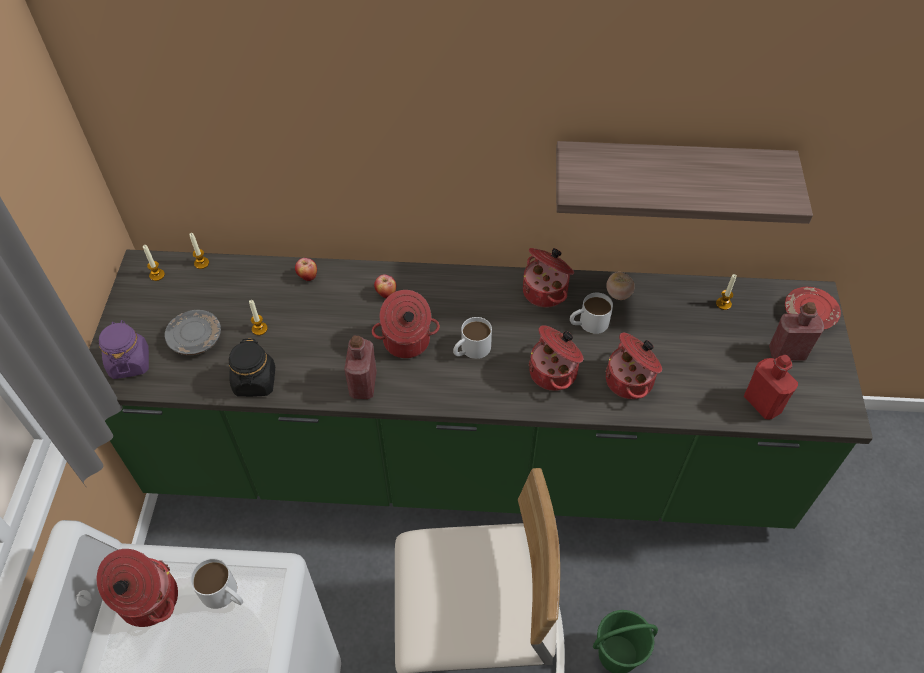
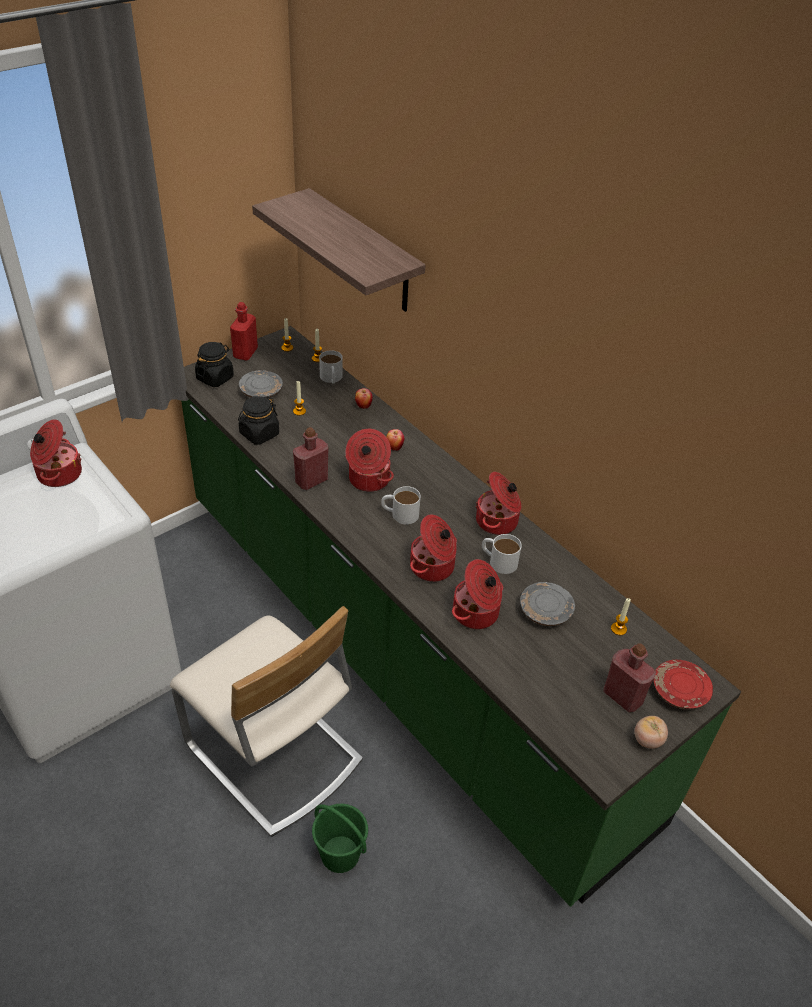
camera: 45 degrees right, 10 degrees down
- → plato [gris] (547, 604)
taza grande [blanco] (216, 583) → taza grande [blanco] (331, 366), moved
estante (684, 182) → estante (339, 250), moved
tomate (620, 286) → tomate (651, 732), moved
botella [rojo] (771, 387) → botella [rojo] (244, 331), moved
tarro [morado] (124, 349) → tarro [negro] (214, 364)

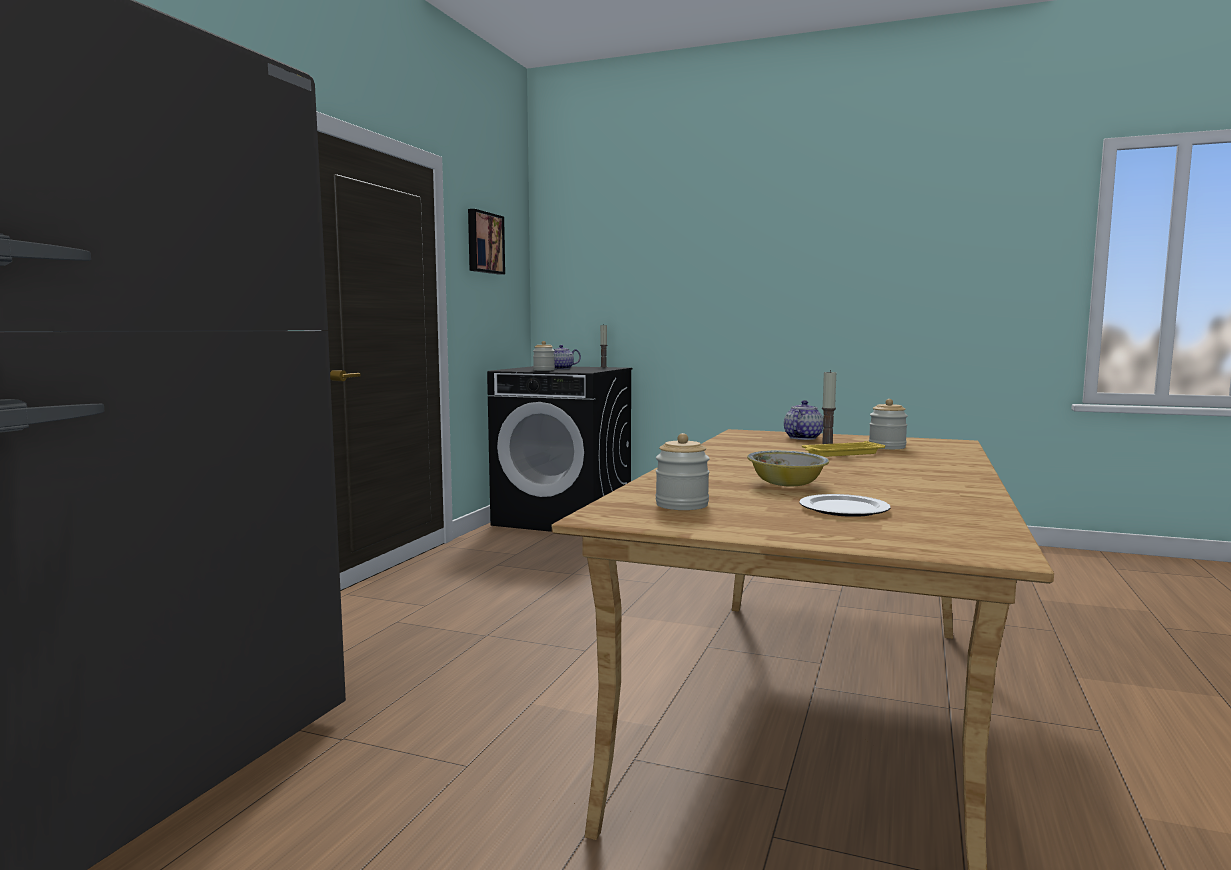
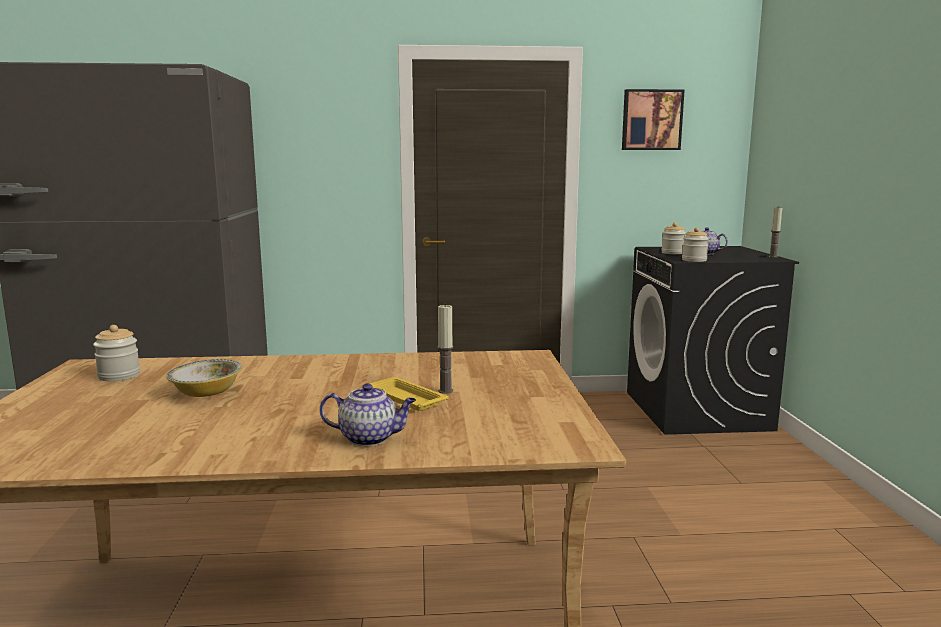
camera: 65 degrees right, 5 degrees up
plato (845, 505) → -
tetera (803, 420) → tetera (368, 414), moved
tarro (888, 424) → tarro (695, 244), moved

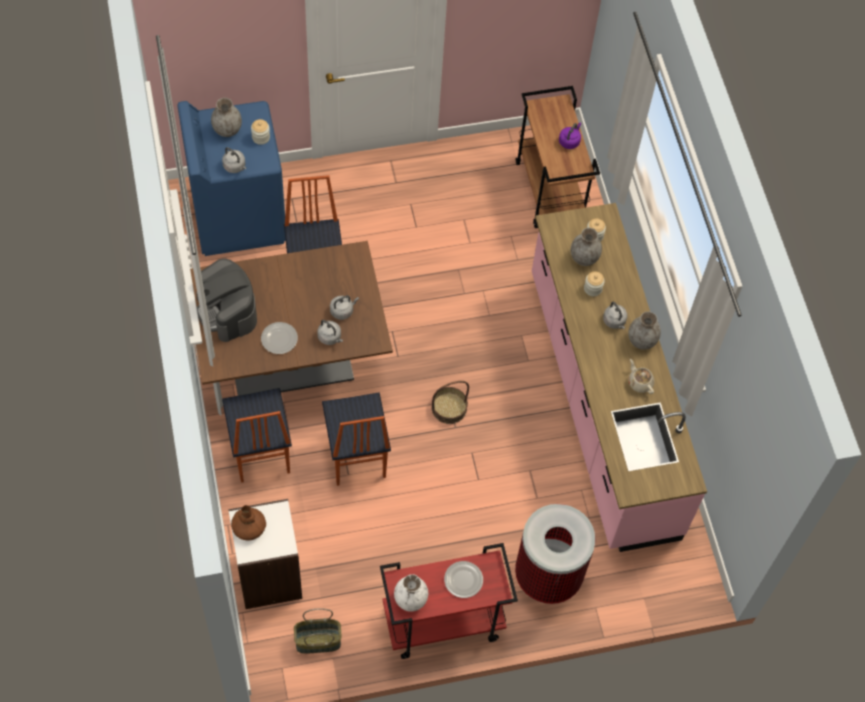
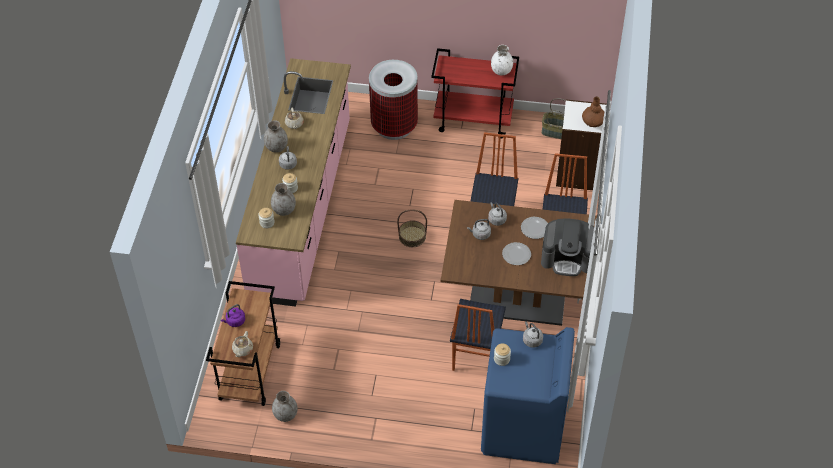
camera: 155 degrees left, 10 degrees down
- → tetera [beis] (242, 344)
florero [gris] (226, 117) → florero [gris] (285, 406), moved
plato (463, 579) → plato (516, 253), moved
cafetera (226, 300) → cafetera (567, 247), 105 degrees clockwise

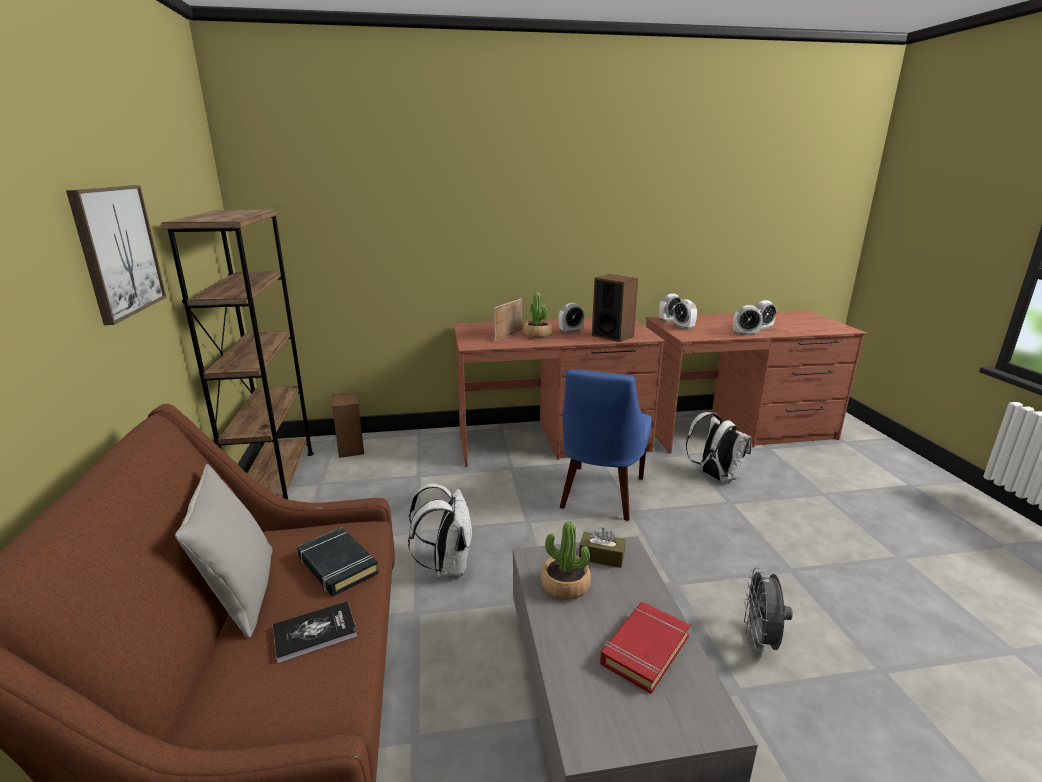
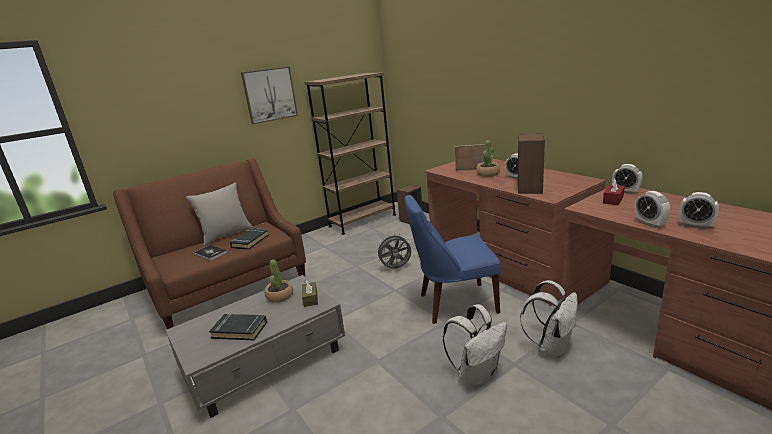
camera: 65 degrees right, 0 degrees up
mochila [blanco] (440, 531) → mochila [blanco] (475, 345), moved
ventilador [gris] (768, 609) → ventilador [gris] (393, 250), moved
despertador (685, 314) → caja de pañuelos [rojo] (614, 191)
libro [rojo] (645, 648) → libro [negro] (238, 326)

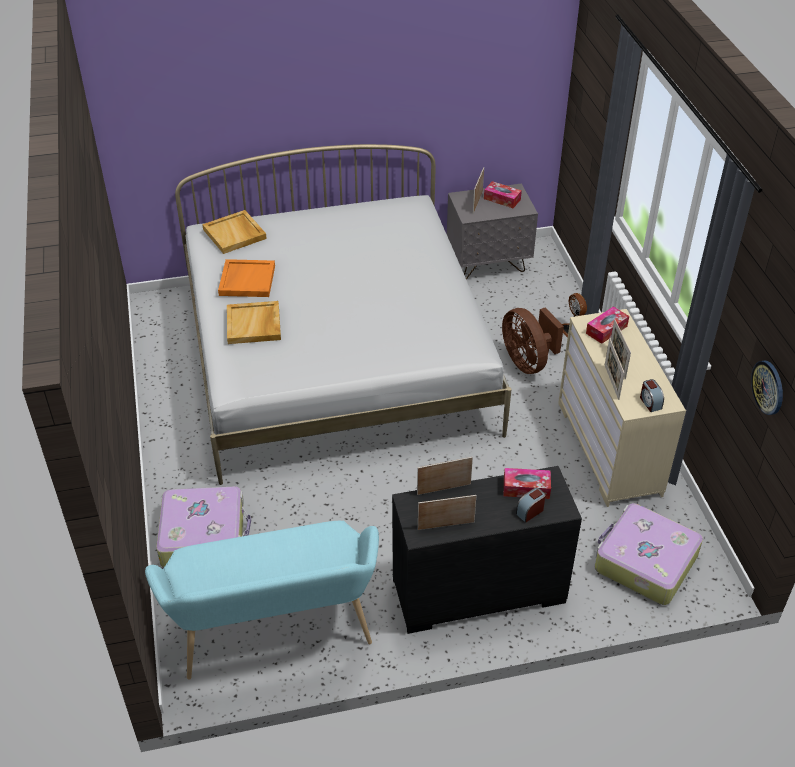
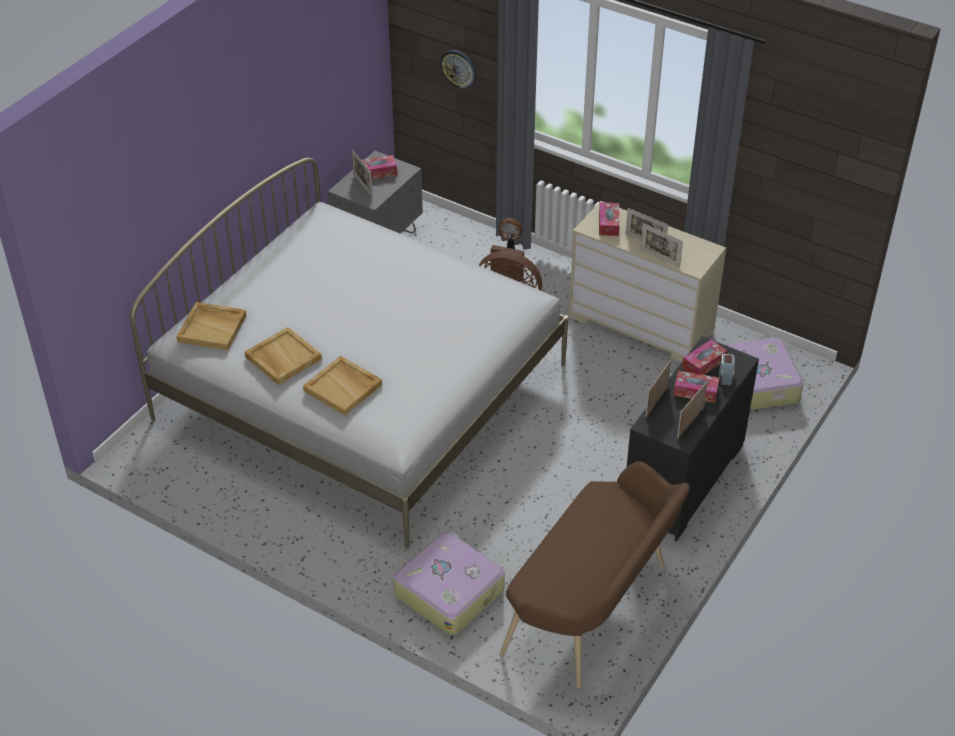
camera: 45 degrees left, 0 degrees up
despertador (652, 395) → -
- → caja de pañuelos (696, 387)
reloj de pared (767, 388) → reloj de pared (458, 69), moved
banco [turquesa] (262, 600) → banco [marrón] (595, 574)
bandeja [naranja] (246, 278) → bandeja [beis] (283, 356)

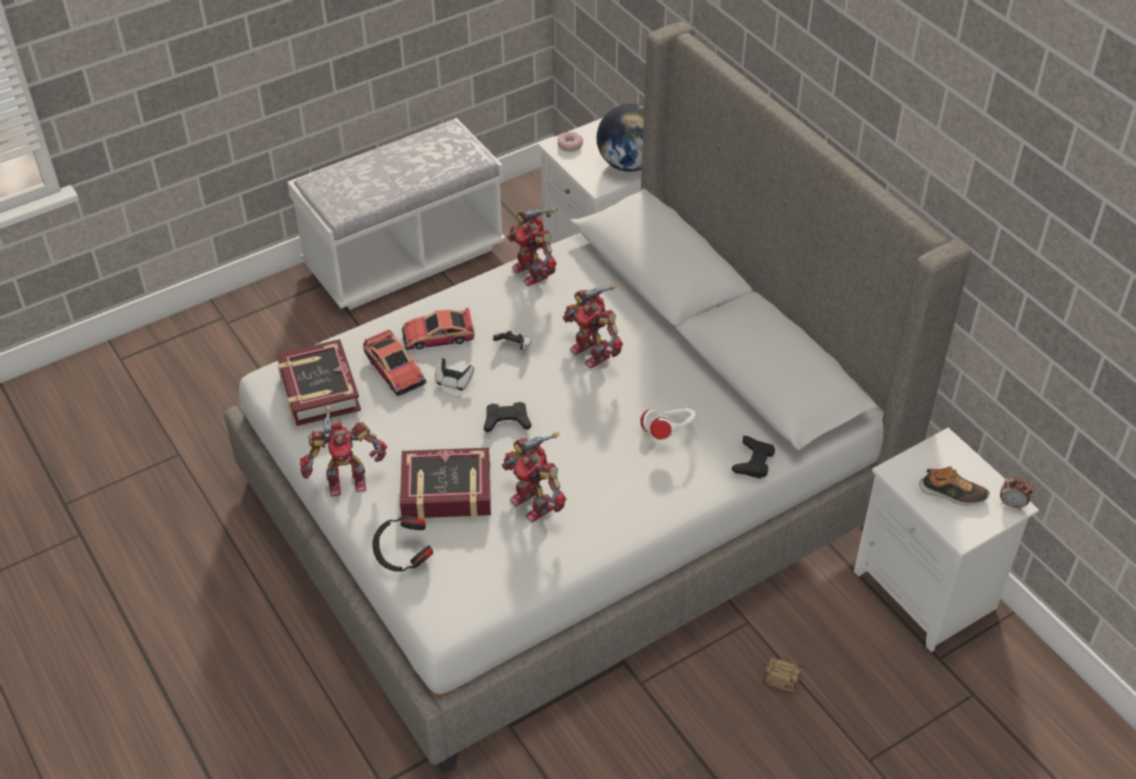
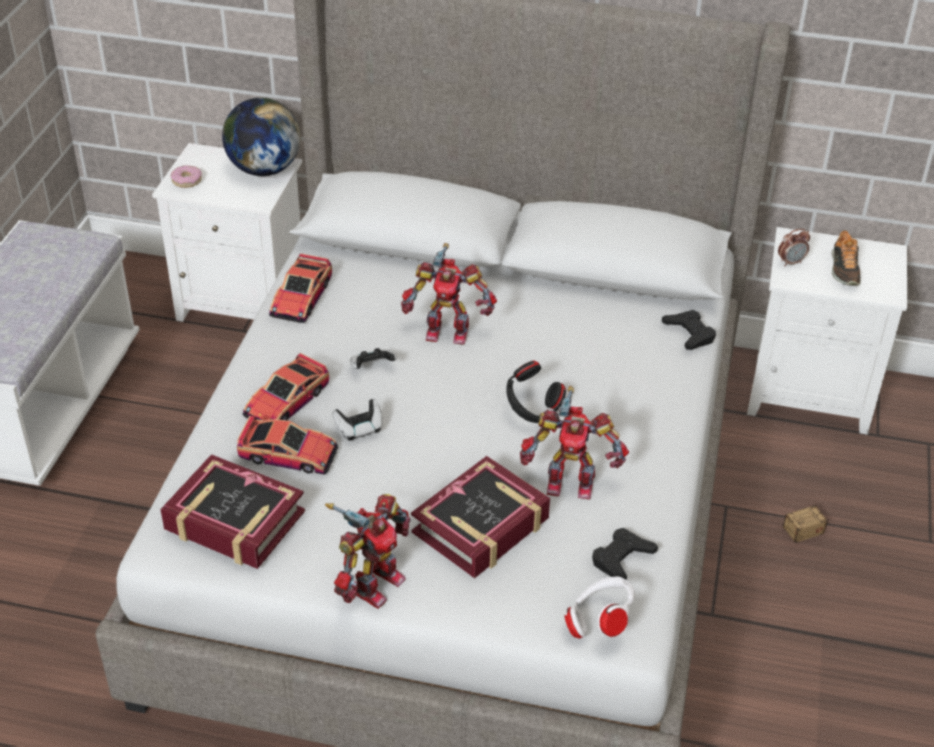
camera: 45 degrees left, 5 degrees down
auriculares [negro] (402, 544) → auriculares [negro] (536, 391), moved
mando de consola [negro] (507, 417) → mando de consola [negro] (625, 554), moved
auriculares [blanco] (668, 424) → auriculares [blanco] (599, 607), moved
despertador (1017, 493) → despertador (794, 248), moved
robot de juguete (532, 247) → coche de juguete (300, 288)
zapato (954, 486) → zapato (846, 258), 120 degrees clockwise

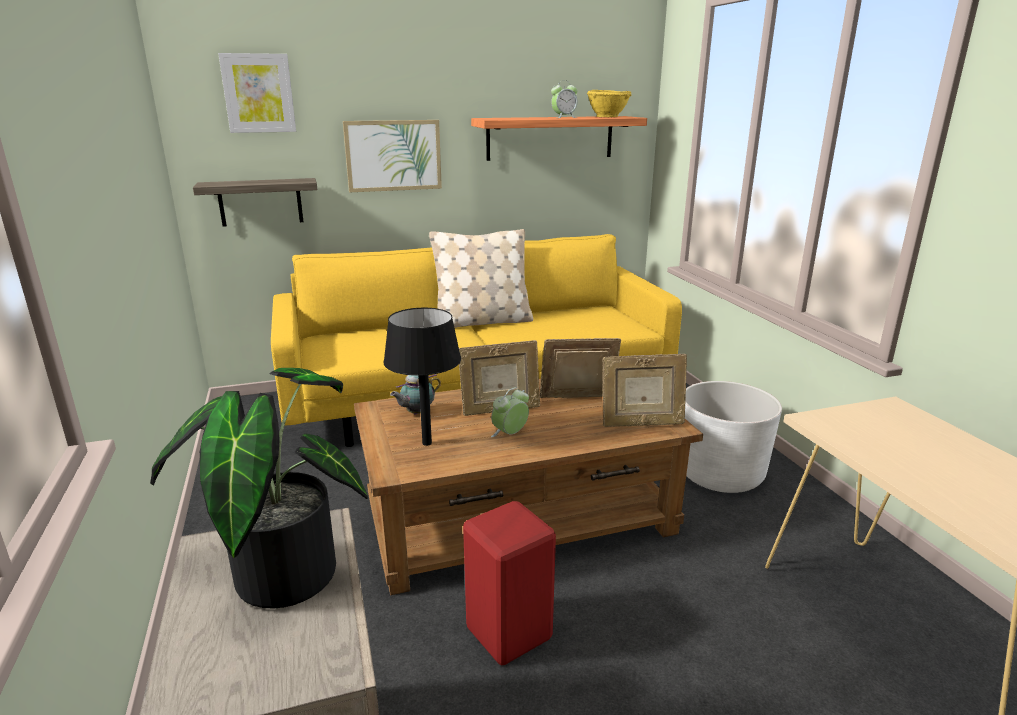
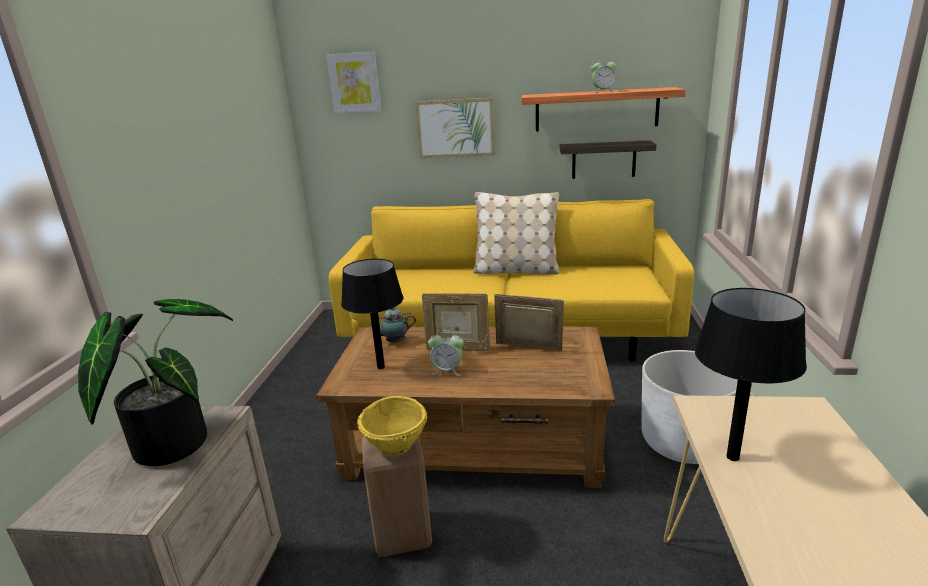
camera: 25 degrees right, 0 degrees up
portarretratos (645, 390) → -
- → lámpara de mesa [negro] (751, 374)
estante (255, 202) → estante (608, 159), moved
cuenco [amarillo] (609, 103) → cuenco [amarillo] (392, 426), moved
taburete [rojo] (509, 583) → taburete [beis] (397, 496)
despertador (510, 412) → despertador (446, 353), 150 degrees counterclockwise

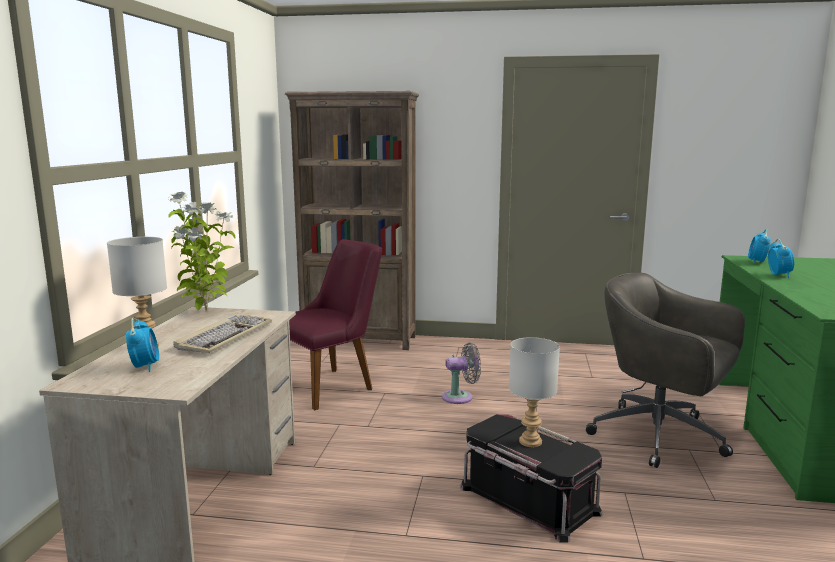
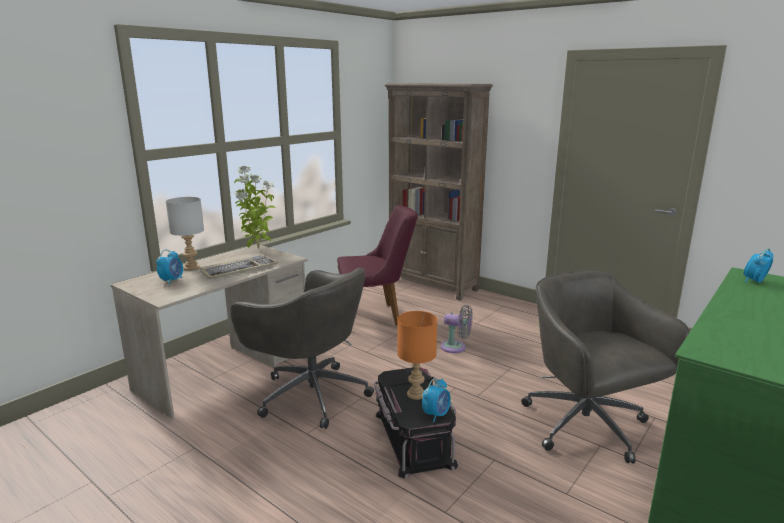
camera: 30 degrees right, 5 degrees up
- → silla de oficina [gris] (302, 348)
despertador (781, 258) → despertador (436, 400), moved
lámpara de mesa [gris] (534, 392) → lámpara de mesa [naranja] (417, 355)

